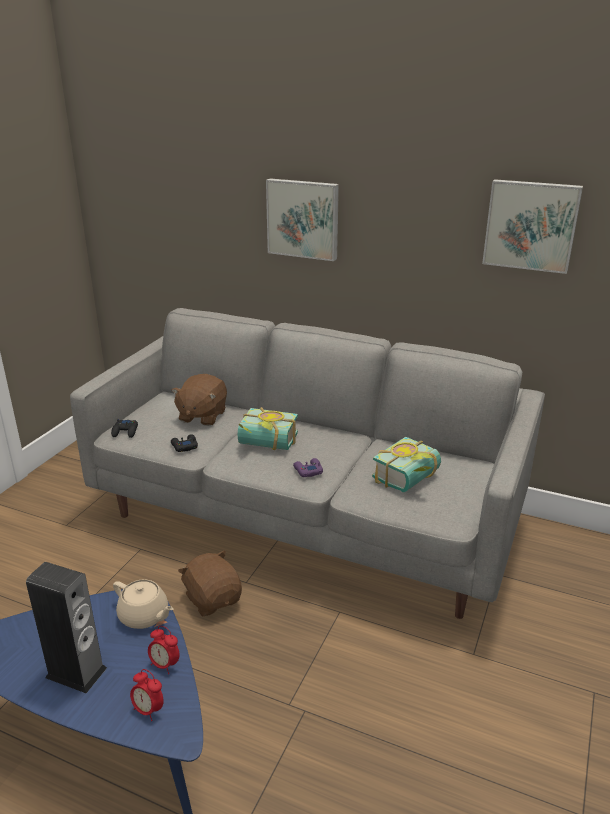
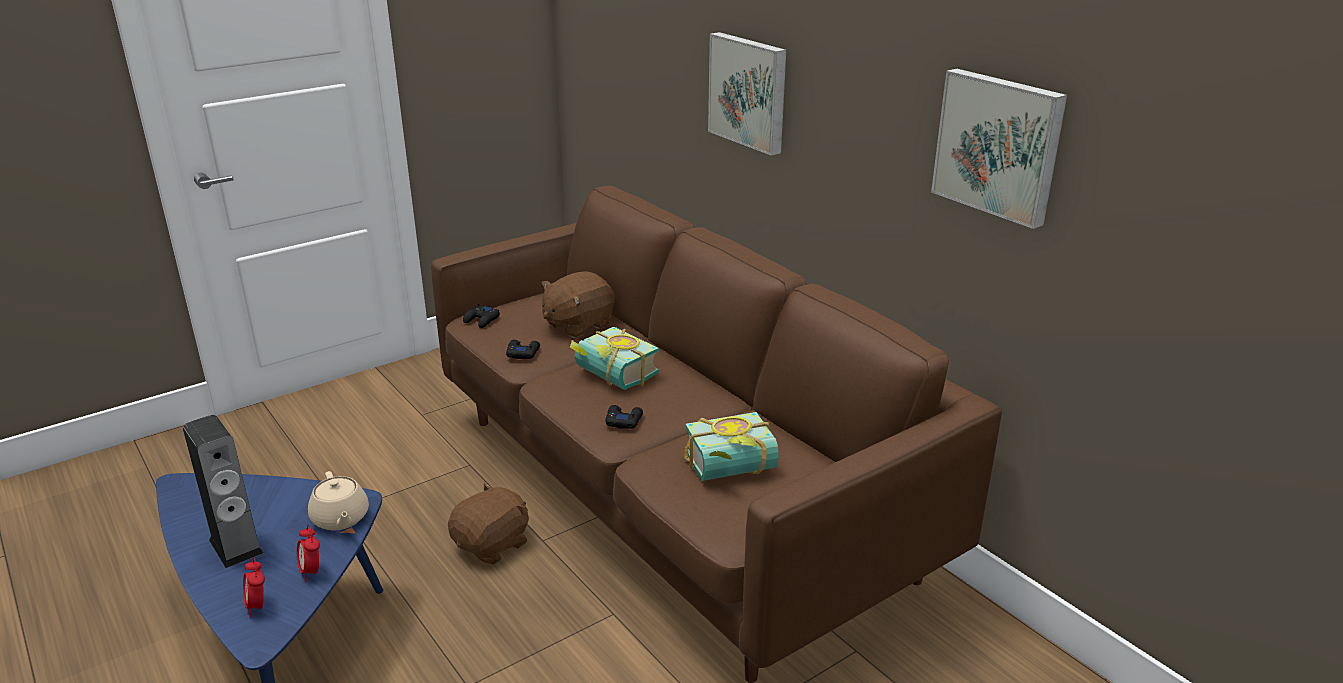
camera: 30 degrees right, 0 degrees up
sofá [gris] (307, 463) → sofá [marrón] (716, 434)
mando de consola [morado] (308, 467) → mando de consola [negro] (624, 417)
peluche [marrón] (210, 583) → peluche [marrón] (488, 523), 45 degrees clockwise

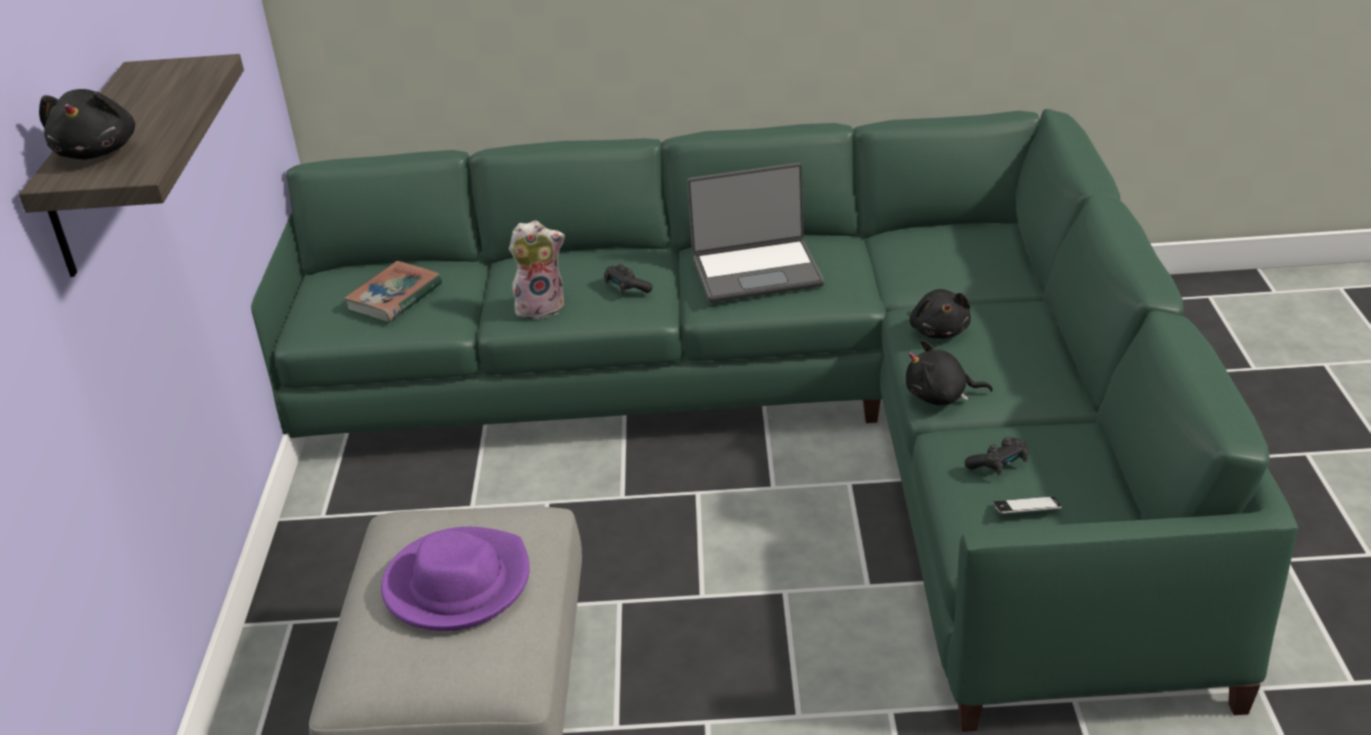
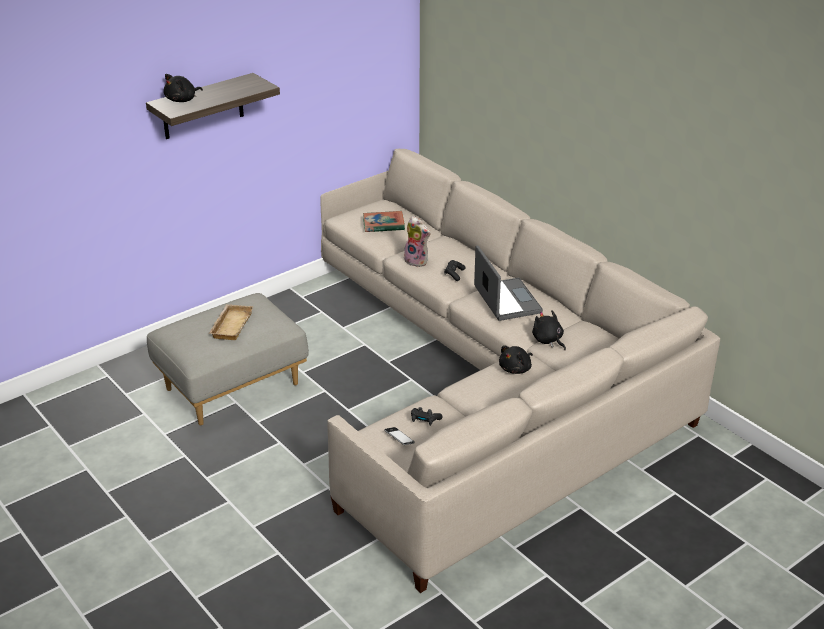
camera: 50 degrees right, 0 degrees up
peluche [negro] (949, 372) → peluche [negro] (549, 330), moved
sombrero [morado] (455, 579) → bandeja [beis] (231, 322)
sofá [verde] (774, 420) → sofá [beis] (520, 371)
portátil (755, 233) → portátil (508, 283), 150 degrees counterclockwise

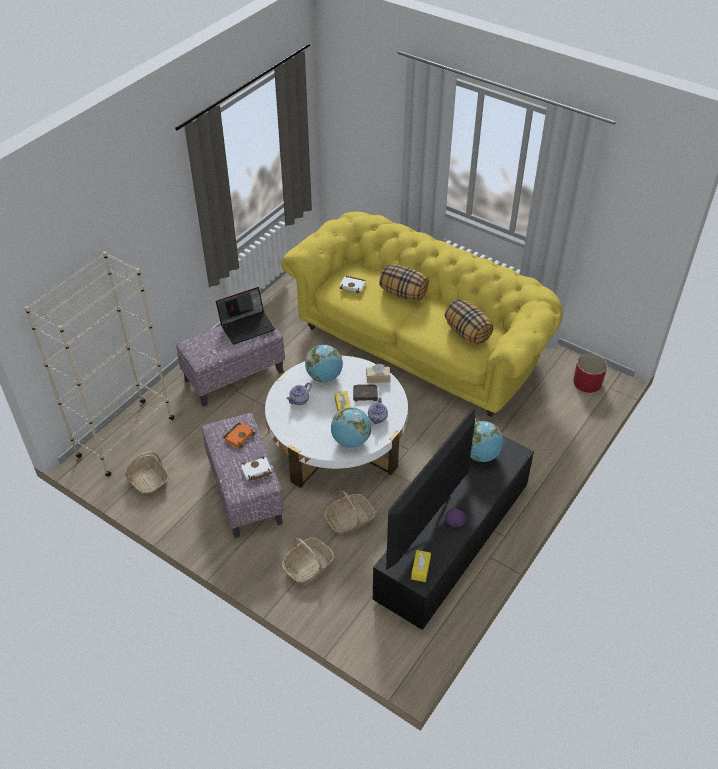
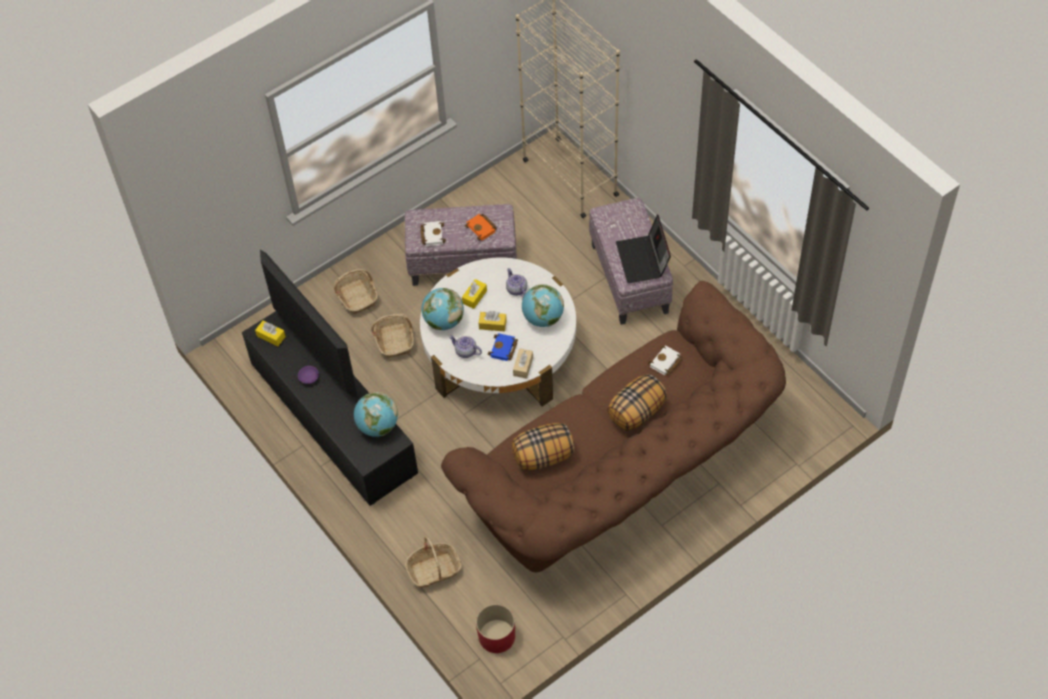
camera: 110 degrees right, 10 degrees up
- → caja de pañuelos [amarillo] (474, 294)
cesta (146, 474) → cesta (433, 562), moved
sofá [amarillo] (421, 314) → sofá [marrón] (613, 427)
libro [negro] (365, 393) → libro [azul] (503, 347)

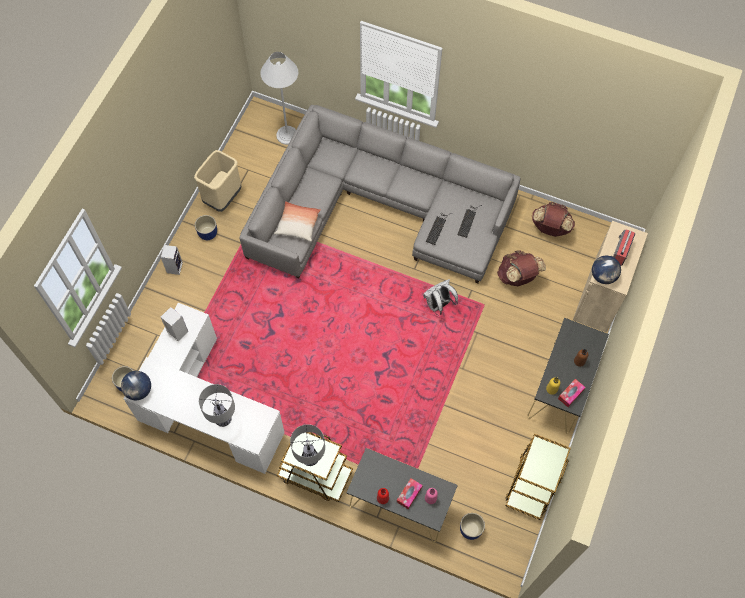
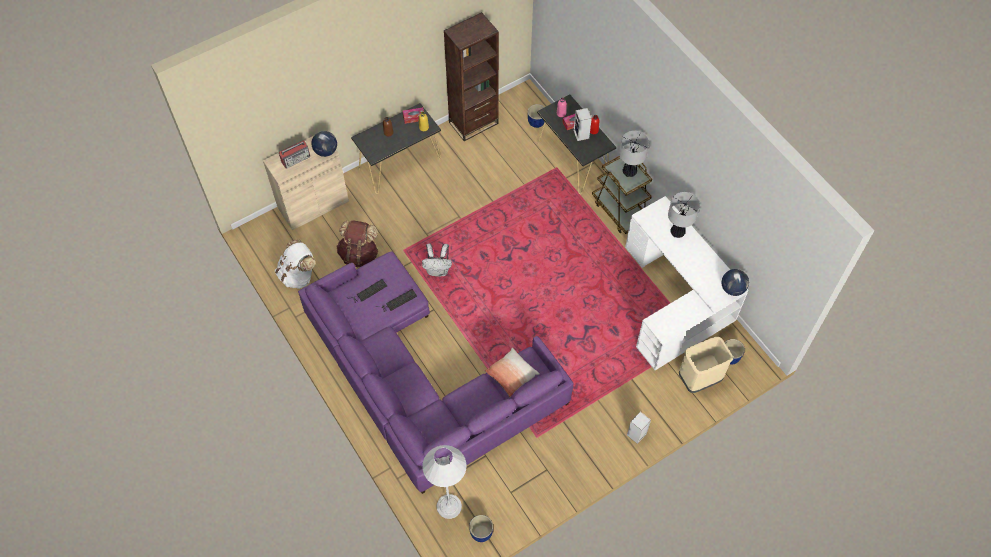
camera: 145 degrees left, 5 degrees down
altavoz (174, 324) → altavoz (583, 124), moved
papelera [beis] (217, 181) → papelera [beis] (706, 365), moved
maceta [azul] (206, 227) → maceta [azul] (481, 528), moved
carrito [marrón] (538, 477) → estantería [marrón] (471, 76)
sofá [gris] (379, 194) → sofá [morado] (435, 373)
mochila [marrón] (553, 219) → mochila [blanco] (295, 264)

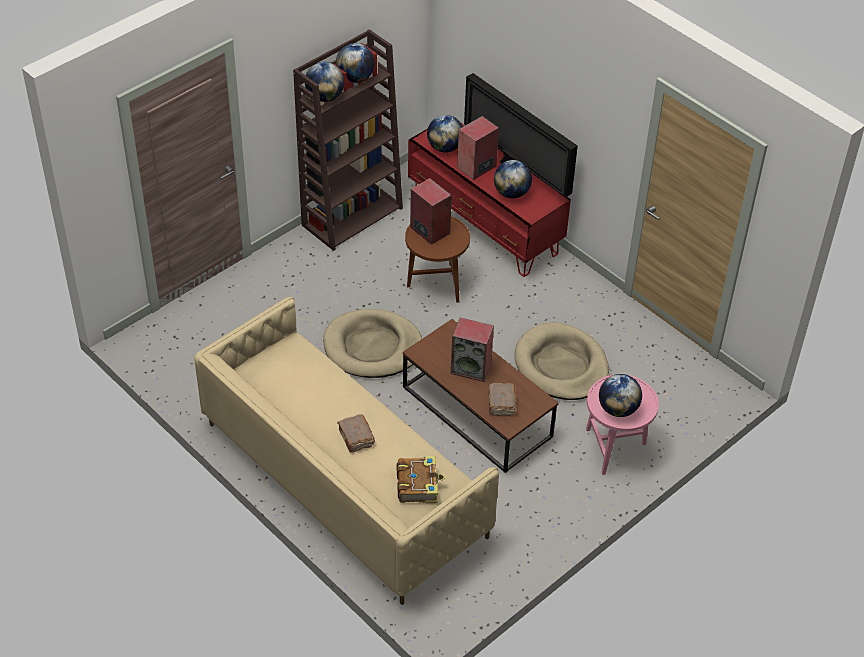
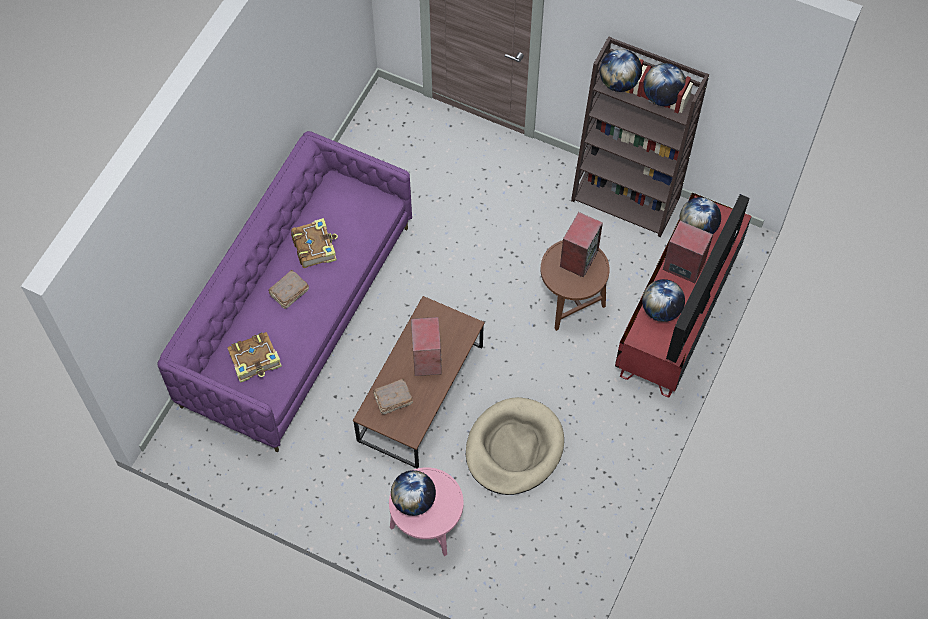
camera: 70 degrees right, 15 degrees up
cama para perro [beis] (372, 343) → -
- → libro (314, 243)
sofá [beis] (346, 451) → sofá [morado] (285, 292)

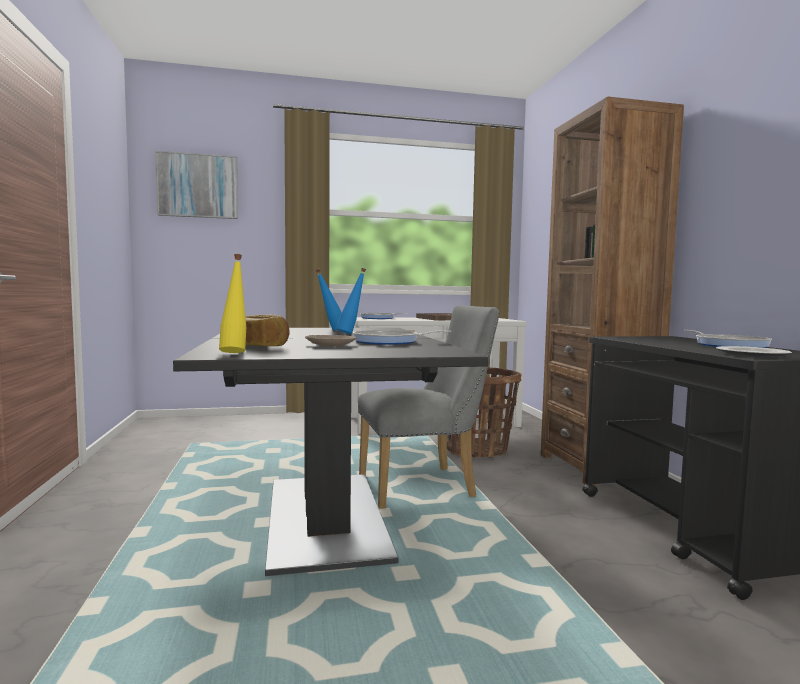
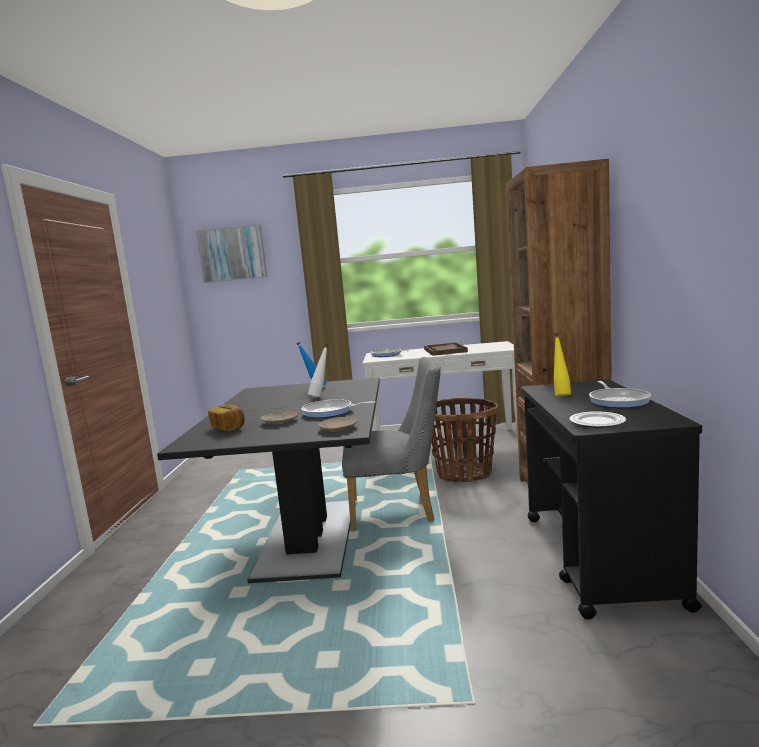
camera: 15 degrees right, 5 degrees up
- → plato [beis] (337, 424)
botella [amarillo] (232, 303) → botella [amarillo] (562, 364), moved
botella [azul] (351, 301) → botella [blanco] (318, 370)

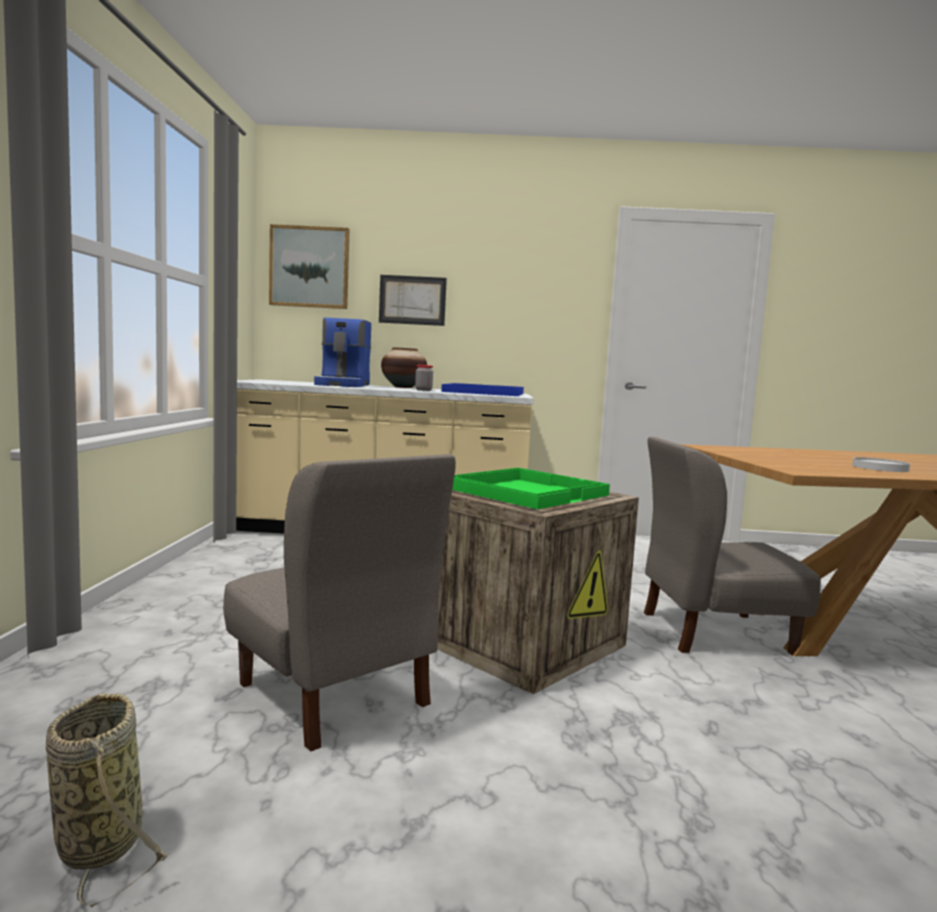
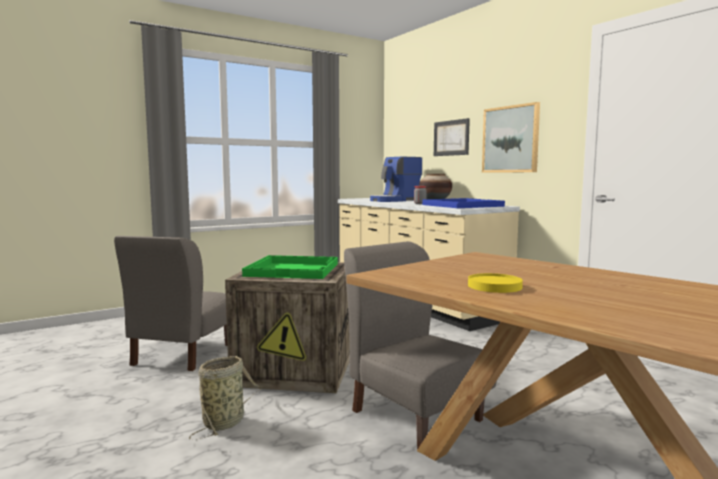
camera: 55 degrees right, 0 degrees up
cesta (107, 800) → cesta (226, 397), moved
cuadro (309, 266) → cuadro (511, 137), moved
plato [blanco] (881, 464) → plato [amarillo] (495, 283)

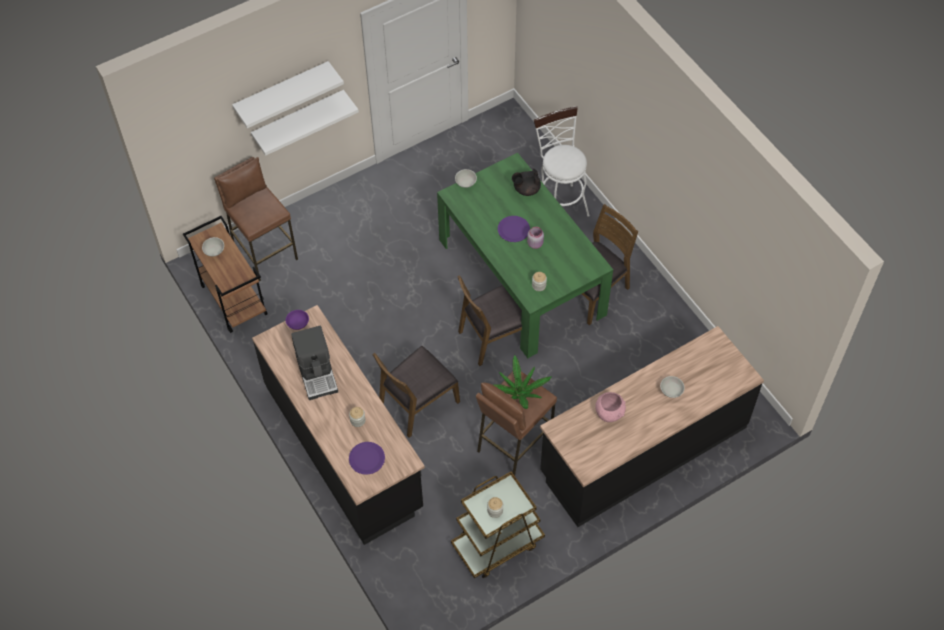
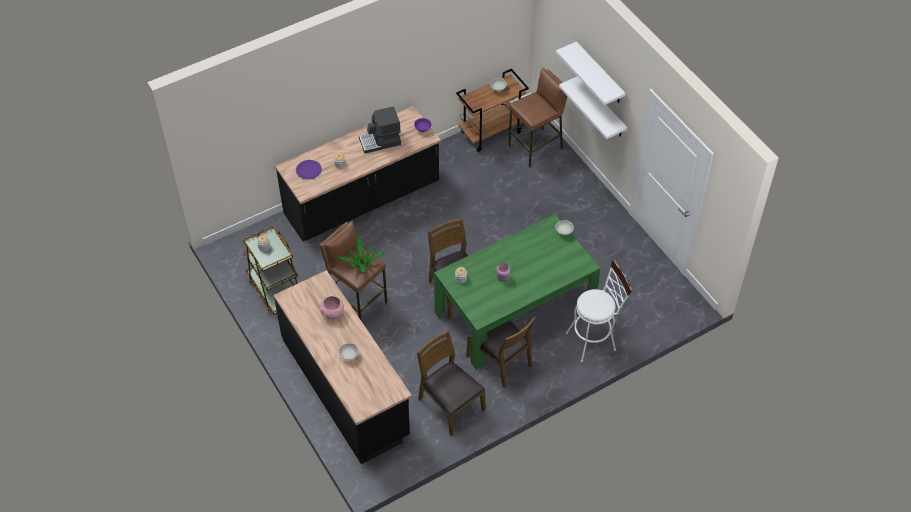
camera: 90 degrees right, 5 degrees down
plato [morado] (514, 229) → -
tetera [negro] (526, 182) → -
silla [marrón] (416, 392) → silla [marrón] (451, 383), moved

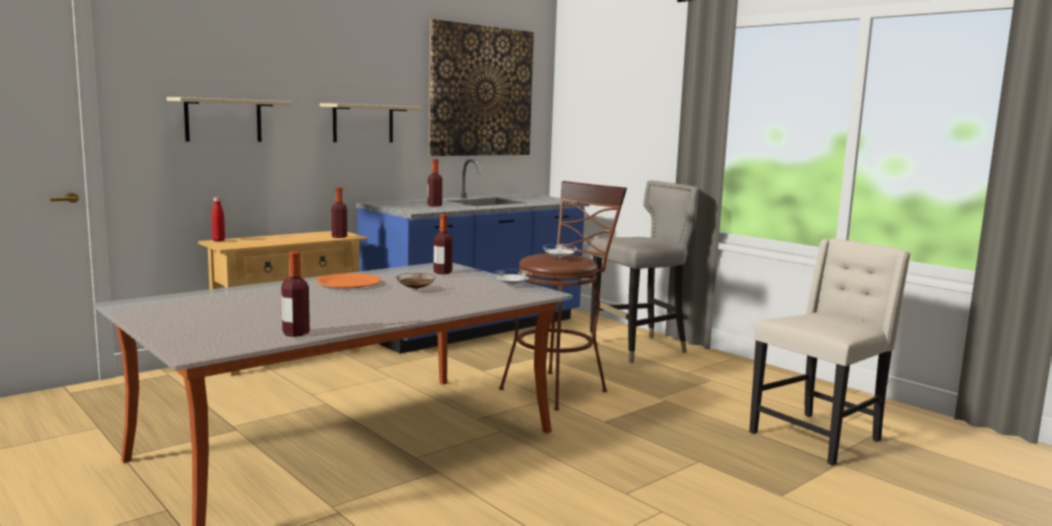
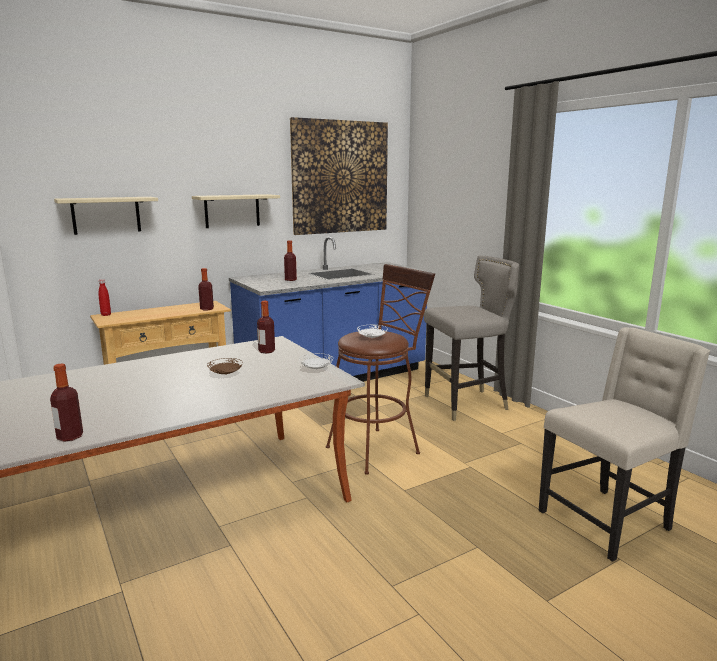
camera: 10 degrees right, 5 degrees up
plato [naranja] (348, 280) → -

